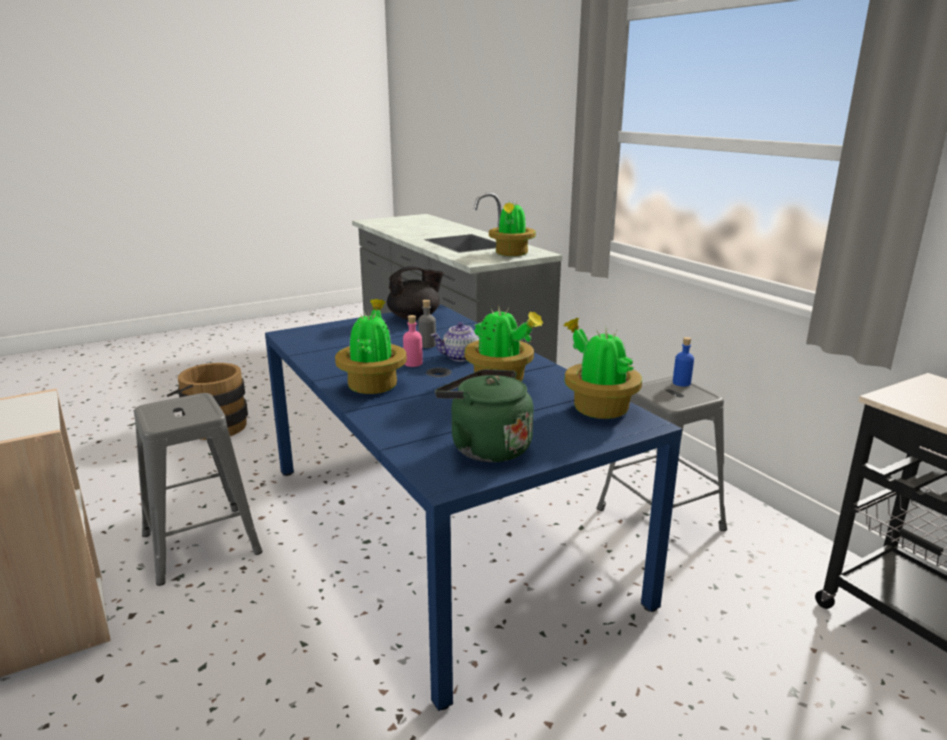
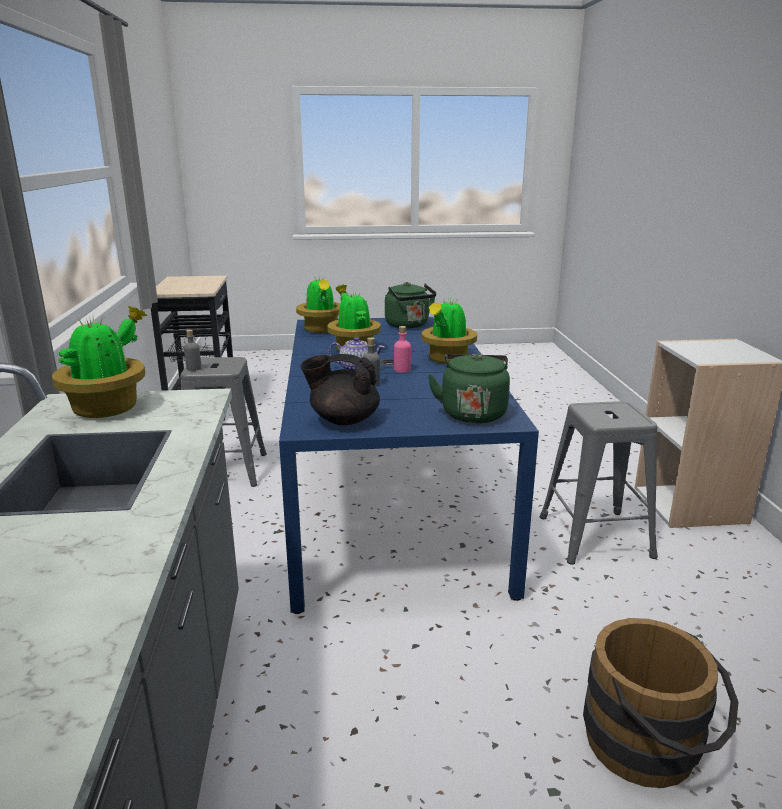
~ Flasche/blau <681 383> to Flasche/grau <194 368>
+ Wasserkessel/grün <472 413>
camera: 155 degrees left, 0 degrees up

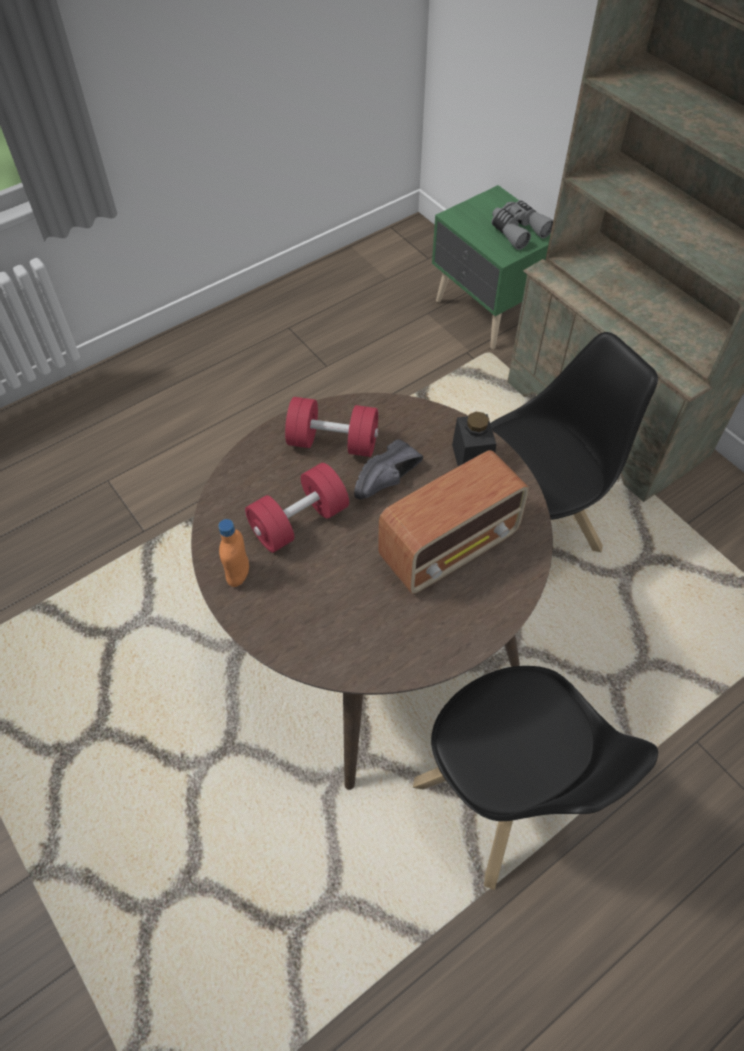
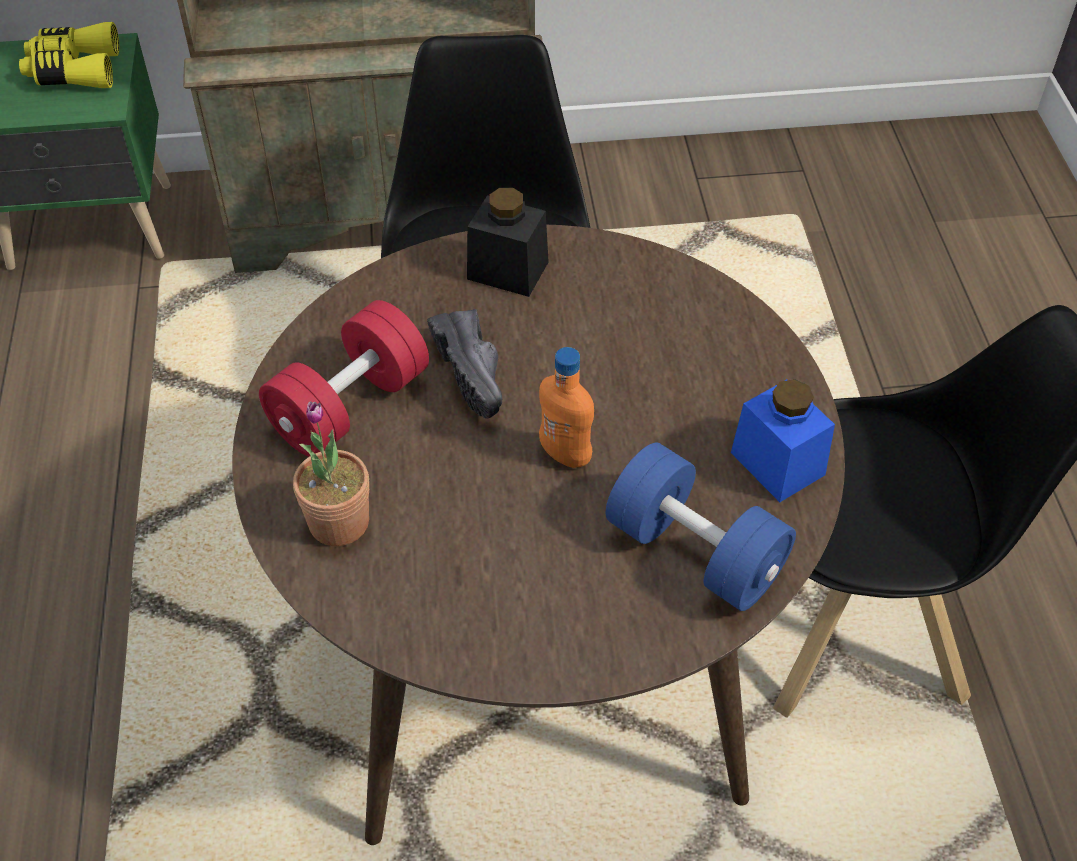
~ Fernglas/grau <517 230> to Fernglas/gelb <73 70>
- Radio <450 547>
- Hantel/rot <299 522>
~ Flasche/orange <238 575> to <565 454>
+ Vorratsglas/blau <777 463>
+ Topfpflanze <339 522>
+ Hantel/blau <695 552>
camera: 60 degrees left, 5 degrees down

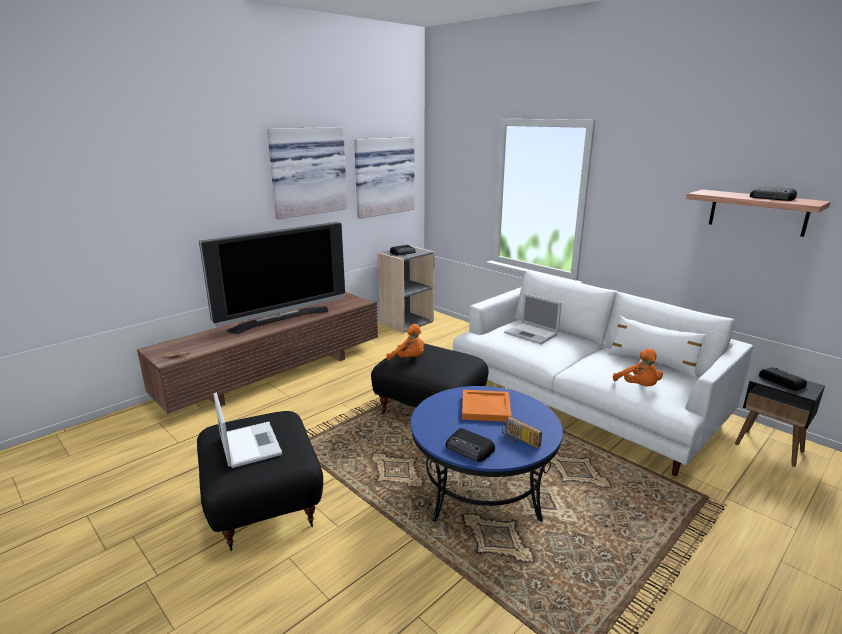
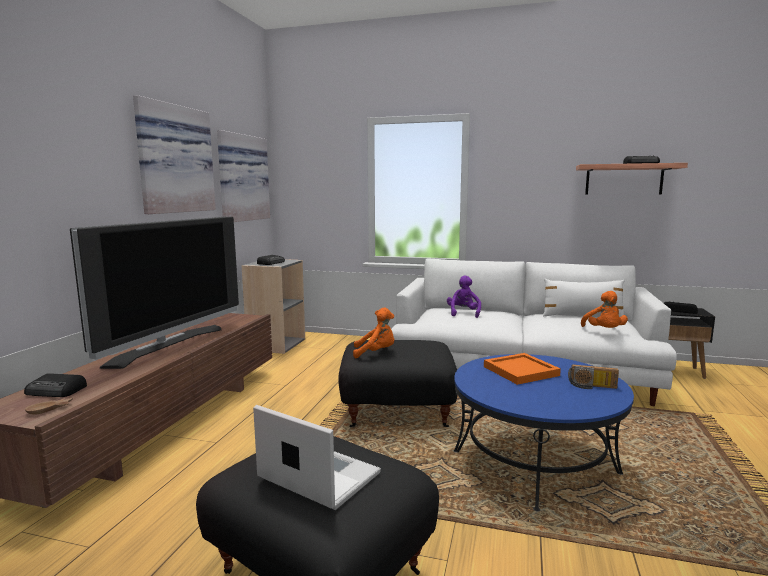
~ Laptop <532 334> to Plüschtier/lila <463 313>
~ Plüschtier/orange <638 386> = <604 331> 45 degrees clockwise
~ Radio <470 449> to <57 391>
camera: 30 degrees left, 10 degrees down

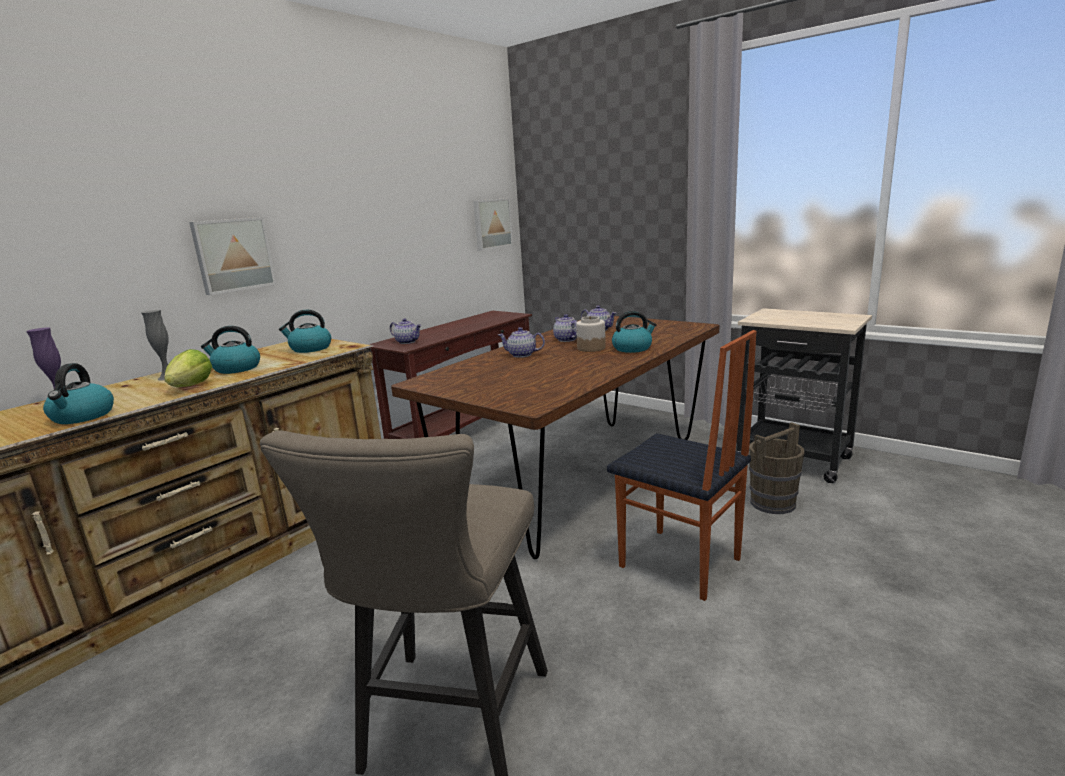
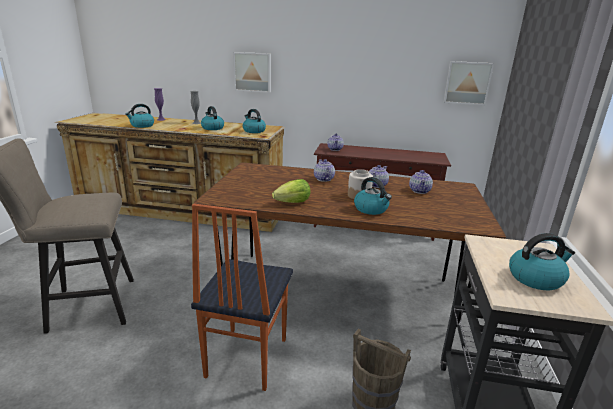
~ Salatkopf <192 386> to <293 203>
+ Wasserkessel <536 278>
camera: 60 degrees right, 5 degrees up

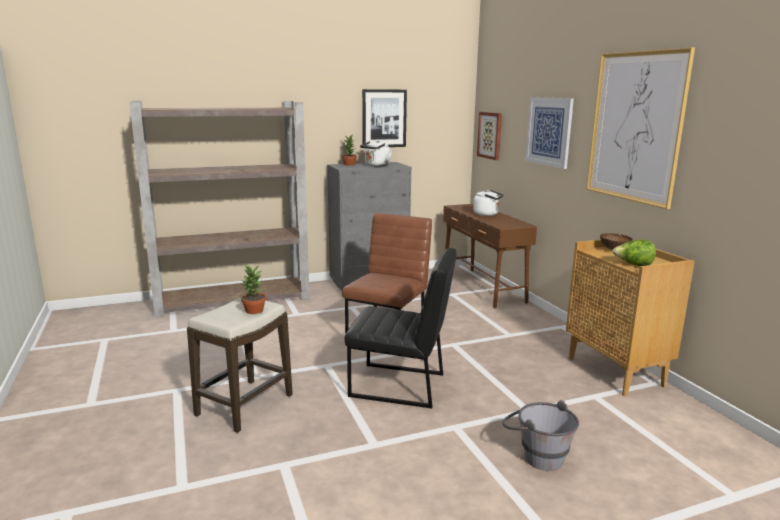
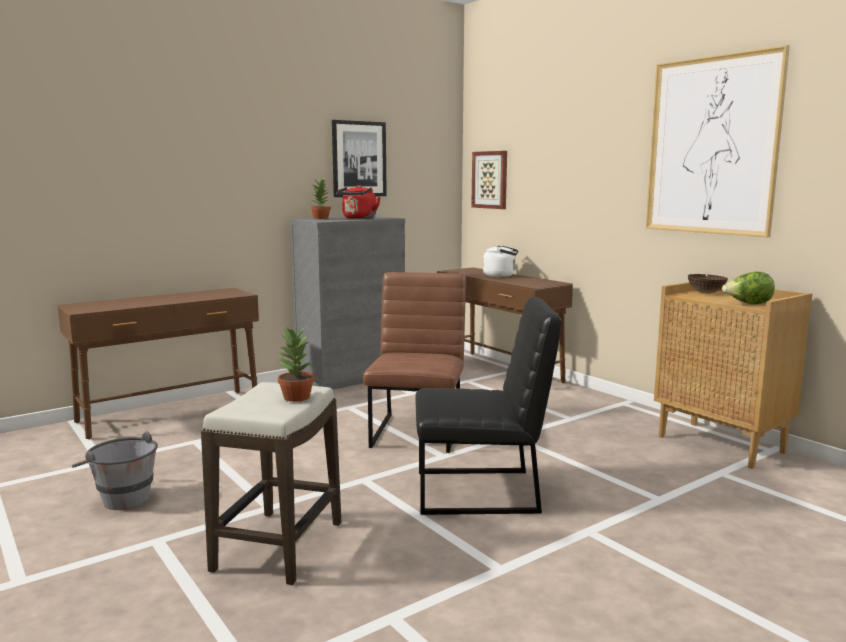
- Bild <549 131>
~ Bücherregal/braun <233 299> to Konsolentisch/braun <170 413>
~ Wasserkessel/weiß <376 165> to Wasserkessel/rot <358 218>
~ Eimer/grau <536 455> to <120 498>
camera: 15 degrees left, 5 degrees down

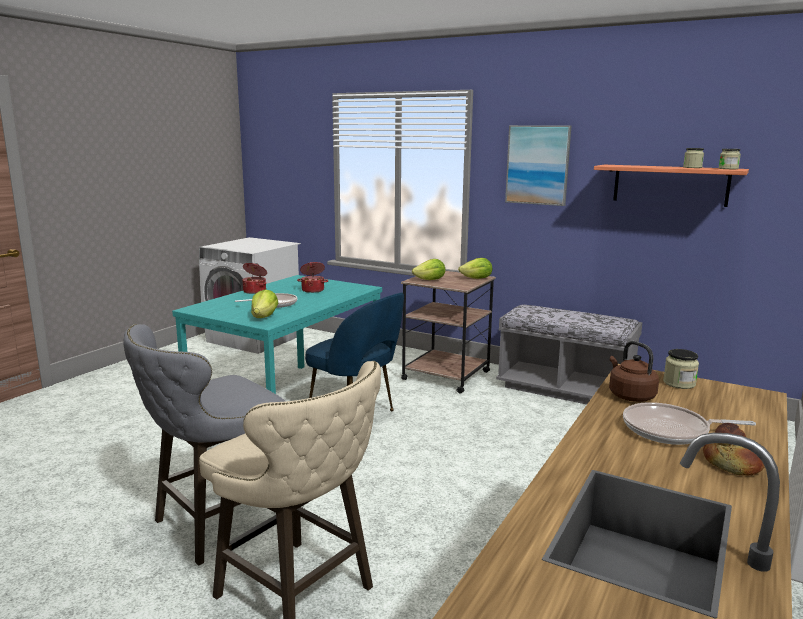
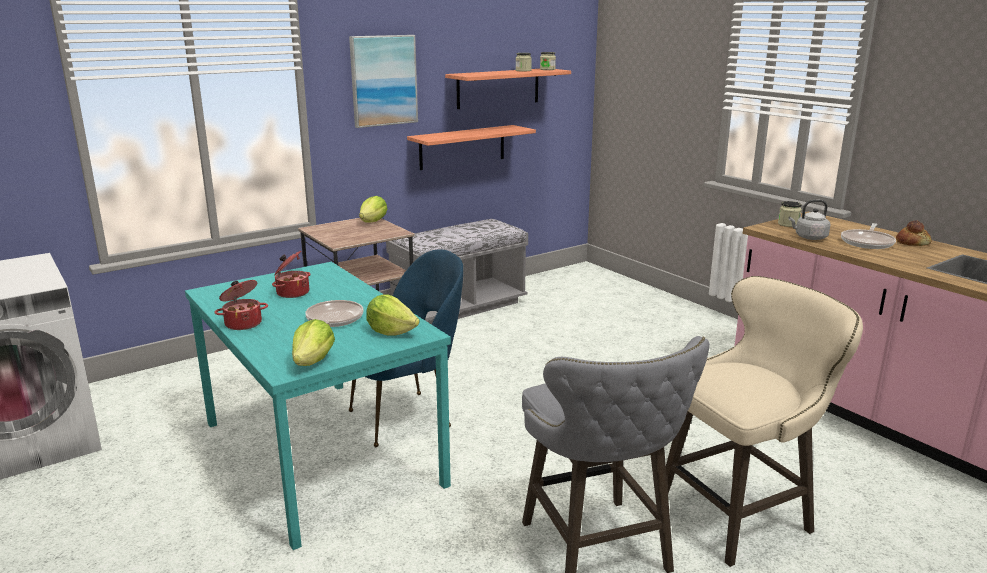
~ Salatkopf <430 280> to <313 361>
~ Wasserkessel/braun <629 395> to Wasserkessel/grau <809 237>
+ Wandregal <462 147>
camera: 65 degrees left, 5 degrees up

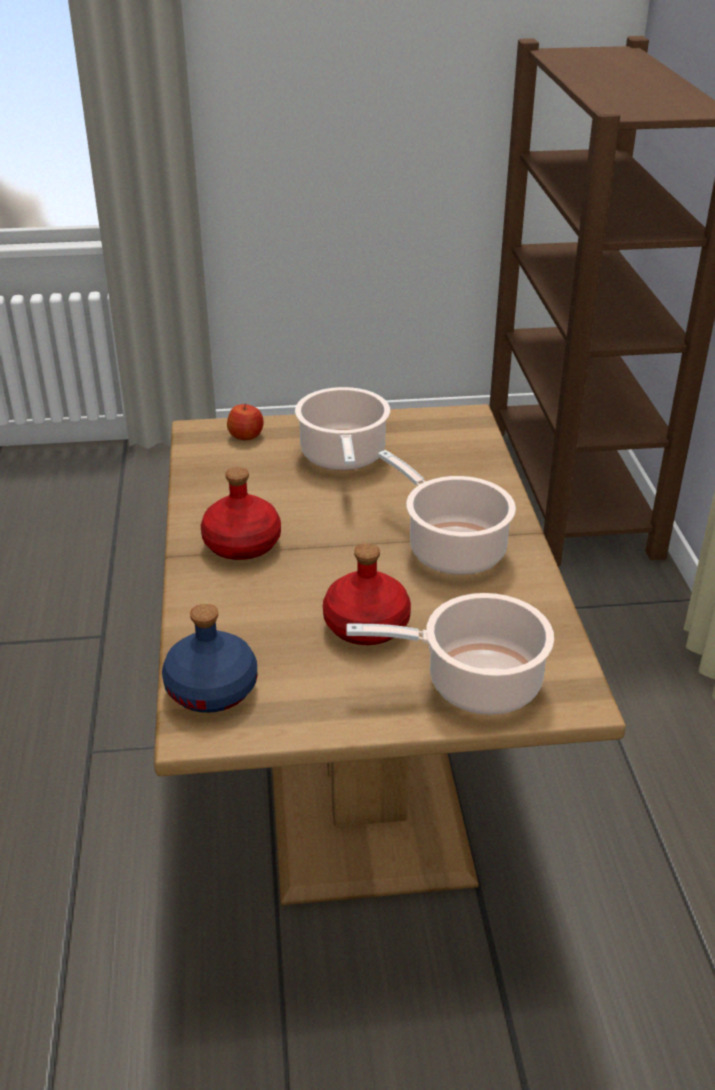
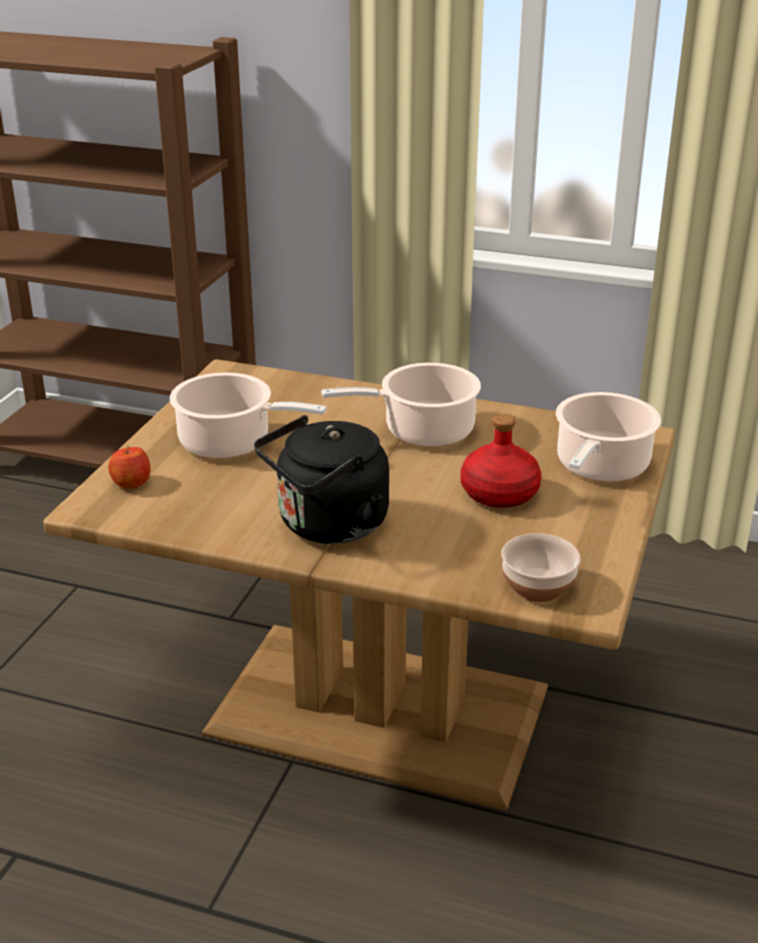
~ Flasche/rot <242 543> to Wasserkessel/schwarz <327 526>
~ Flasche/blau <212 688> to Schüssel <537 585>
camera: 65 degrees left, 5 degrees down

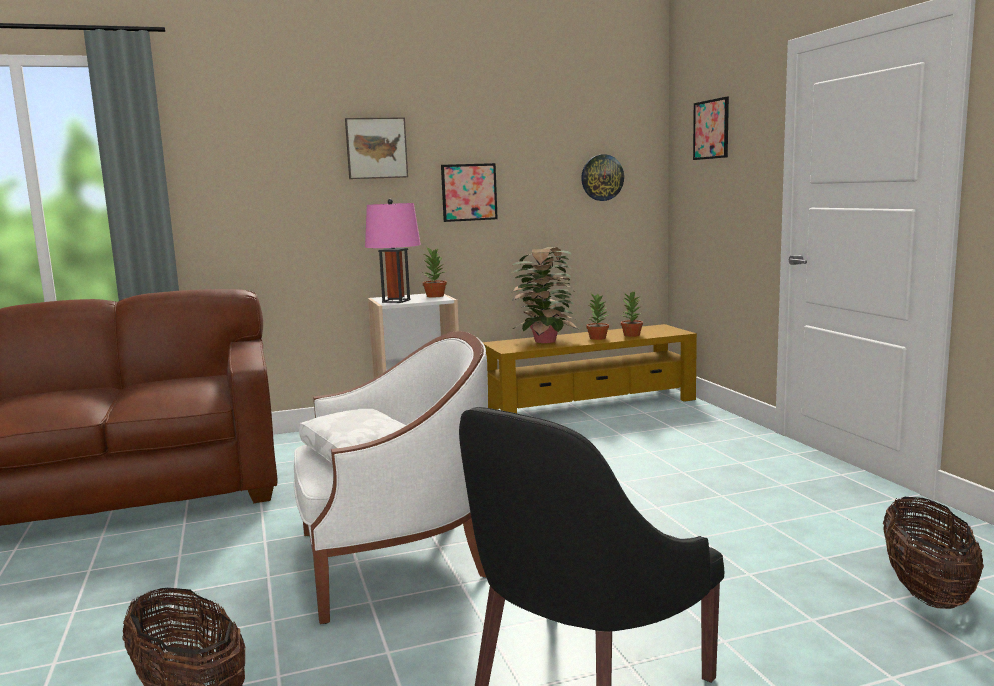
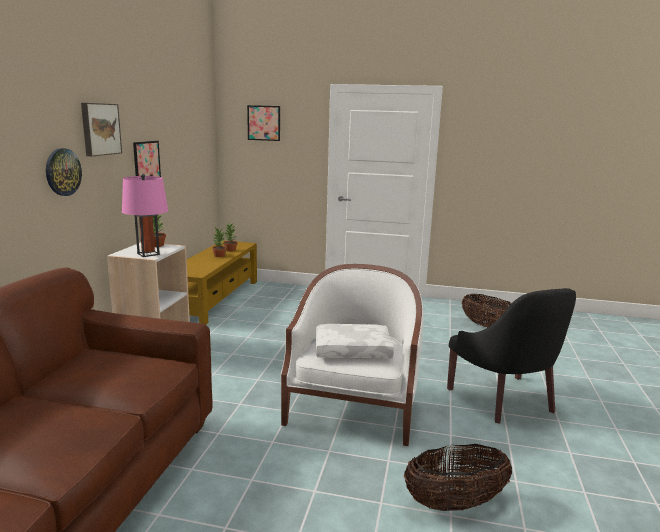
~ Wanduhr <602 177> to <62 172>
- Topfpflanze <545 341>
camera: 60 degrees left, 5 degrees up

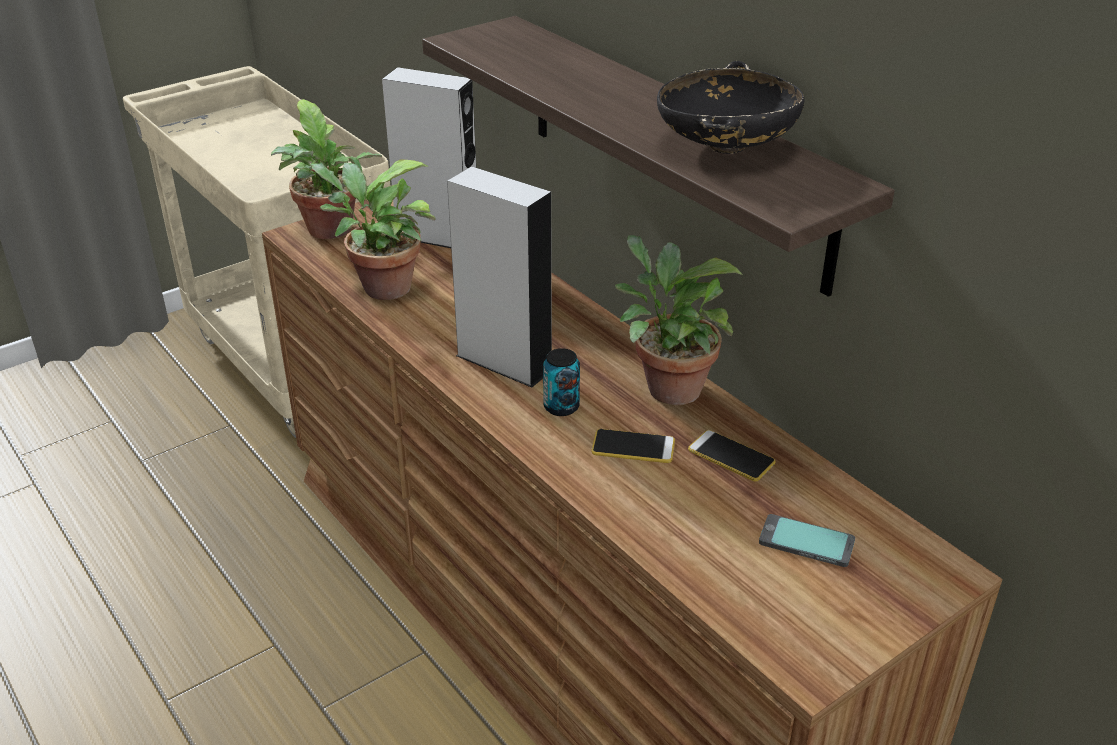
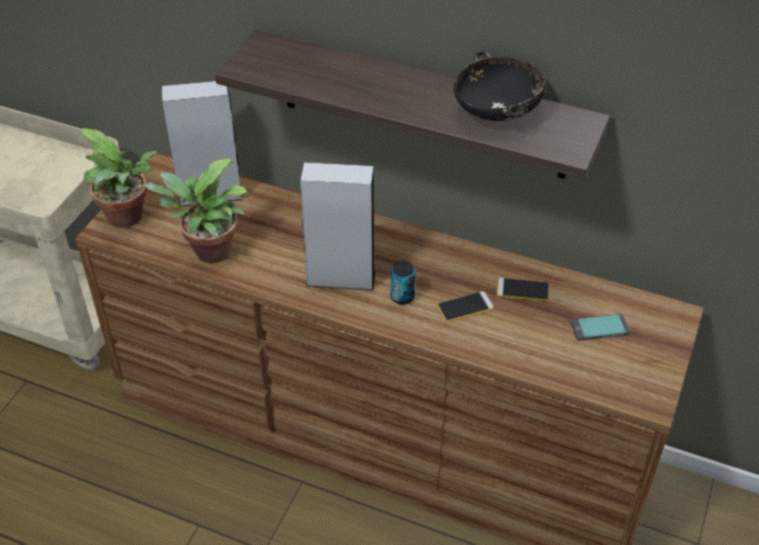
- Topfpflanze <667 387>
camera: 30 degrees left, 10 degrees up

